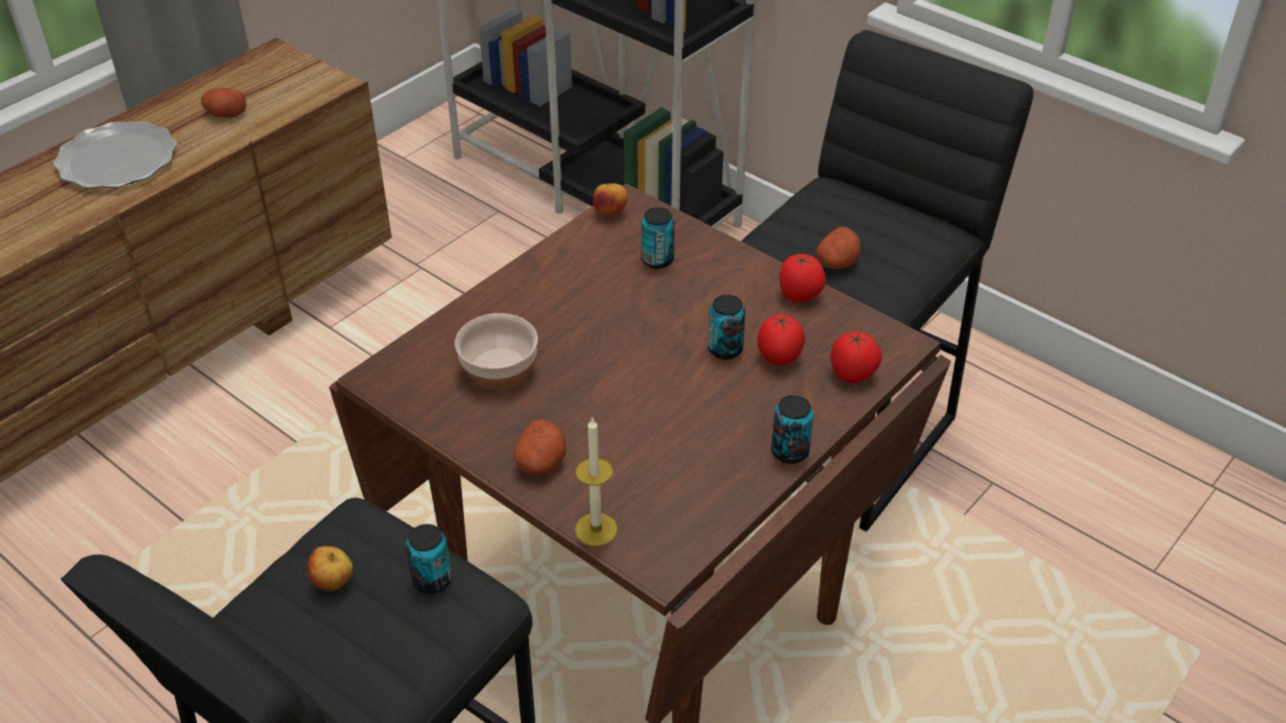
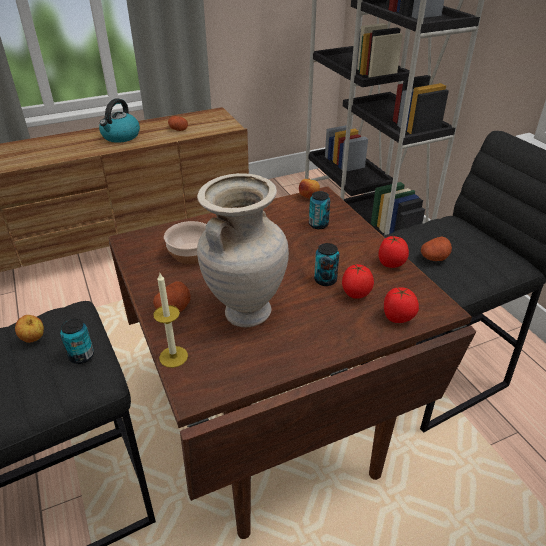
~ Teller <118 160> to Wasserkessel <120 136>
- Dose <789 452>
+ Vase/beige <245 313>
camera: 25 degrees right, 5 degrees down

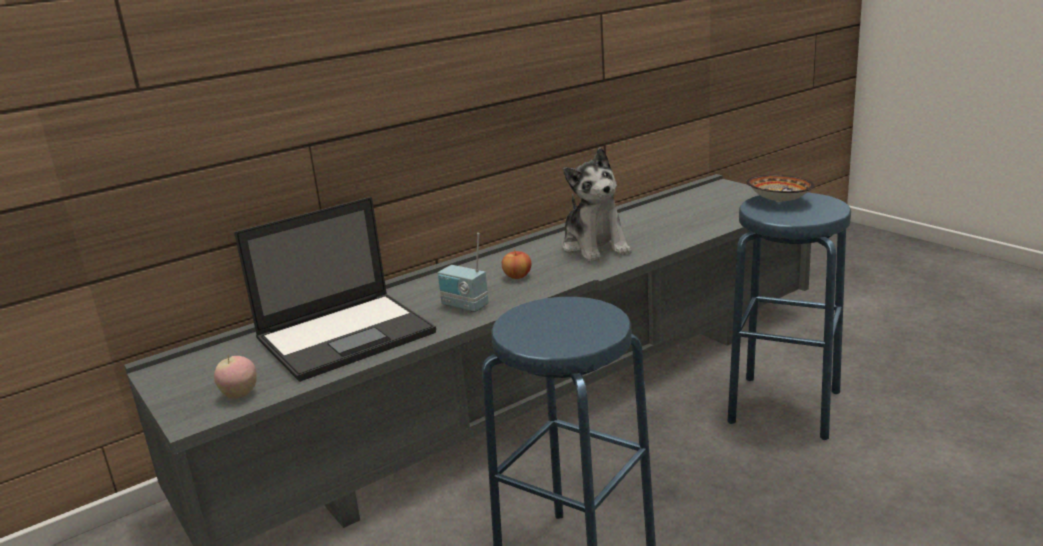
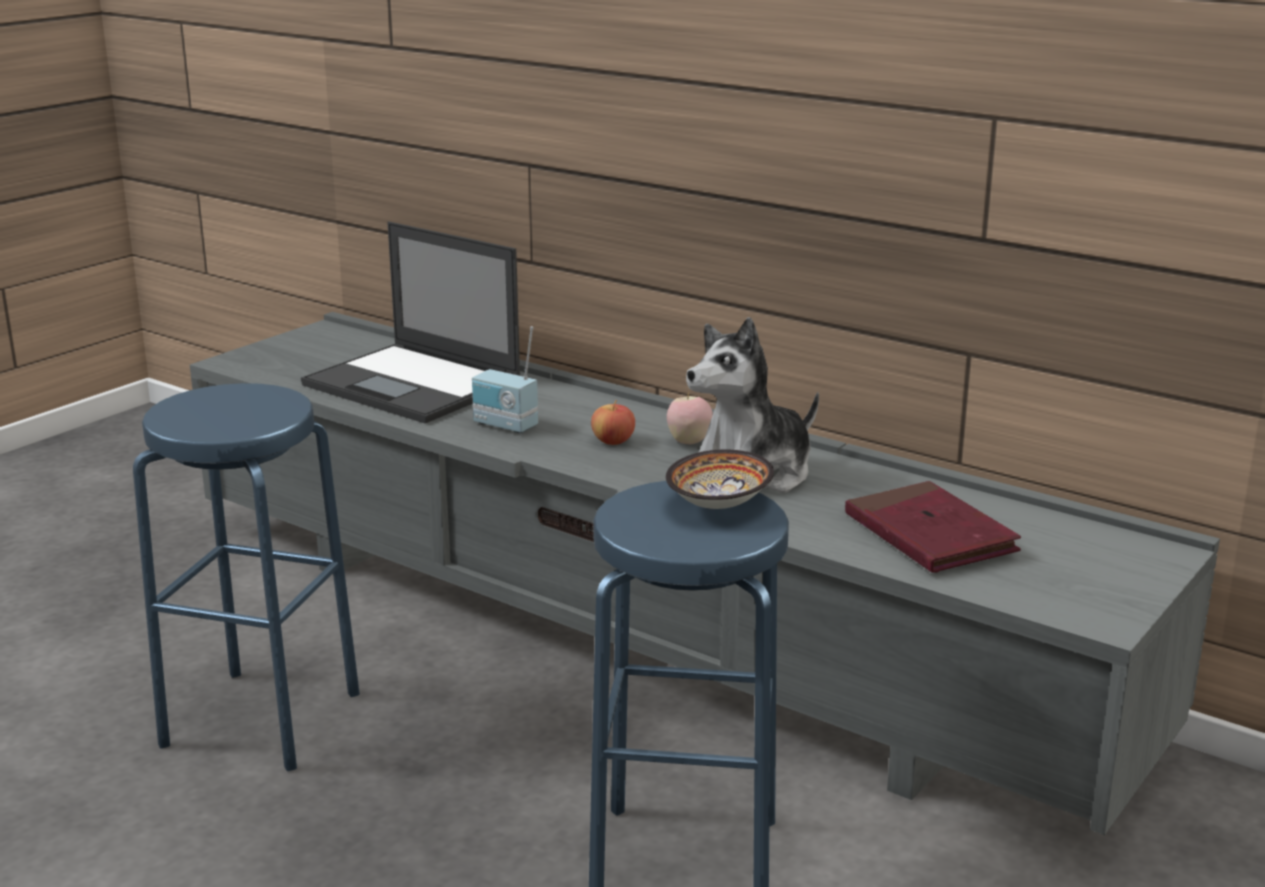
~ Radio <464 306> = <504 426> 75 degrees counterclockwise
~ Apfel <240 395> to <689 442>
+ Buch/rot <929 535>
camera: 70 degrees right, 0 degrees up

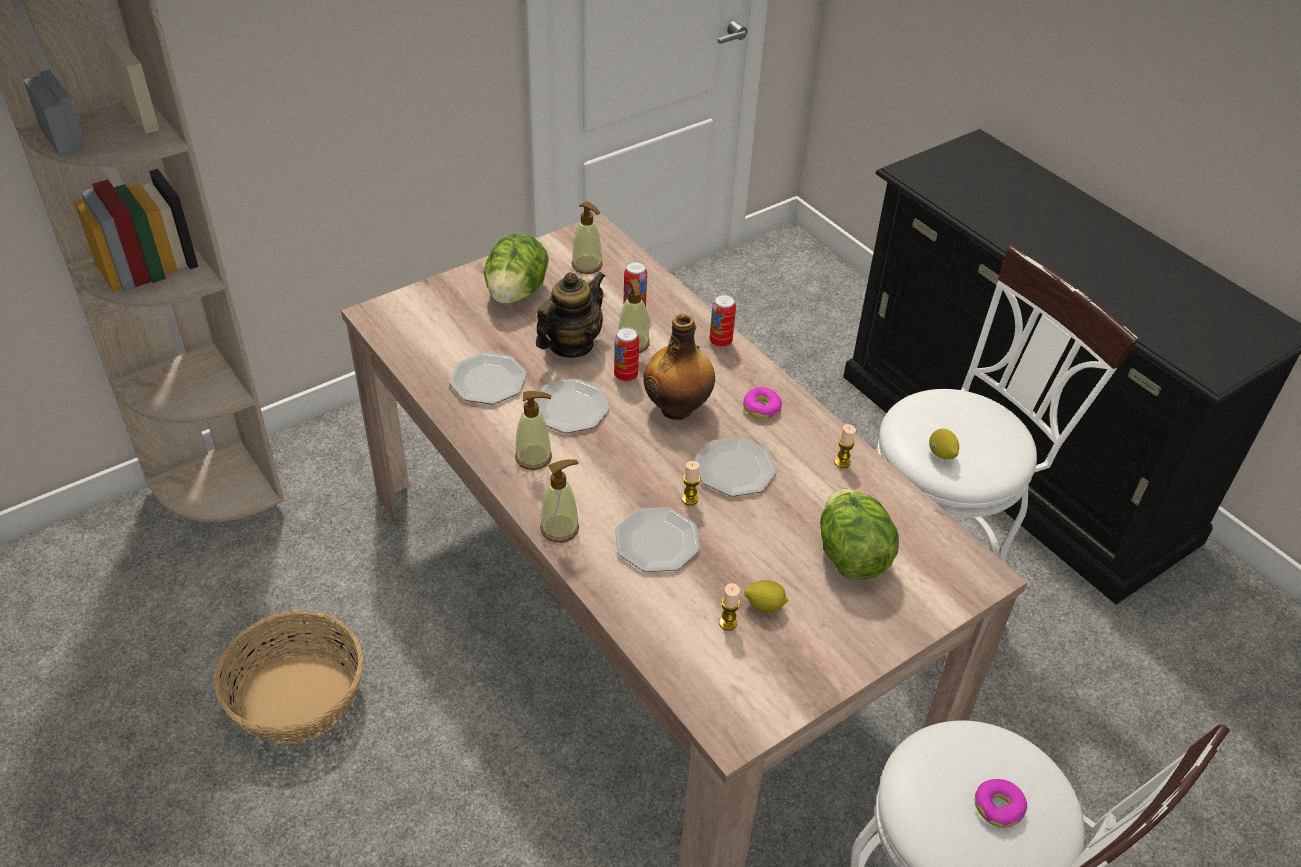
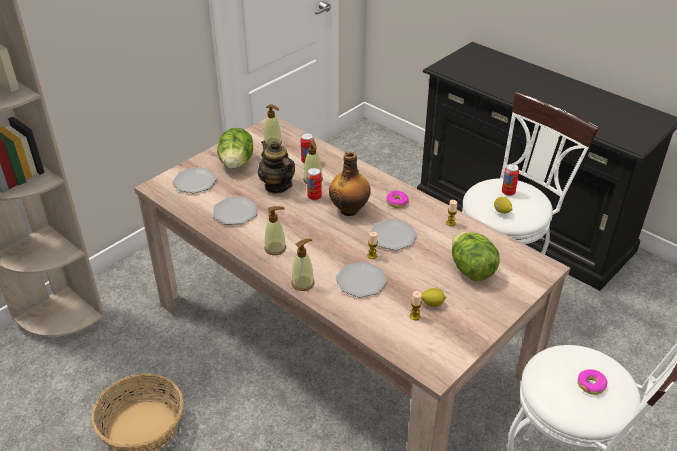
~ Teekanne <570 345> = <277 186> 60 degrees counterclockwise
~ Dose <720 342> to <508 192>
~ Teller <569 408> to <194 182>
camera: 10 degrees left, 5 degrees down

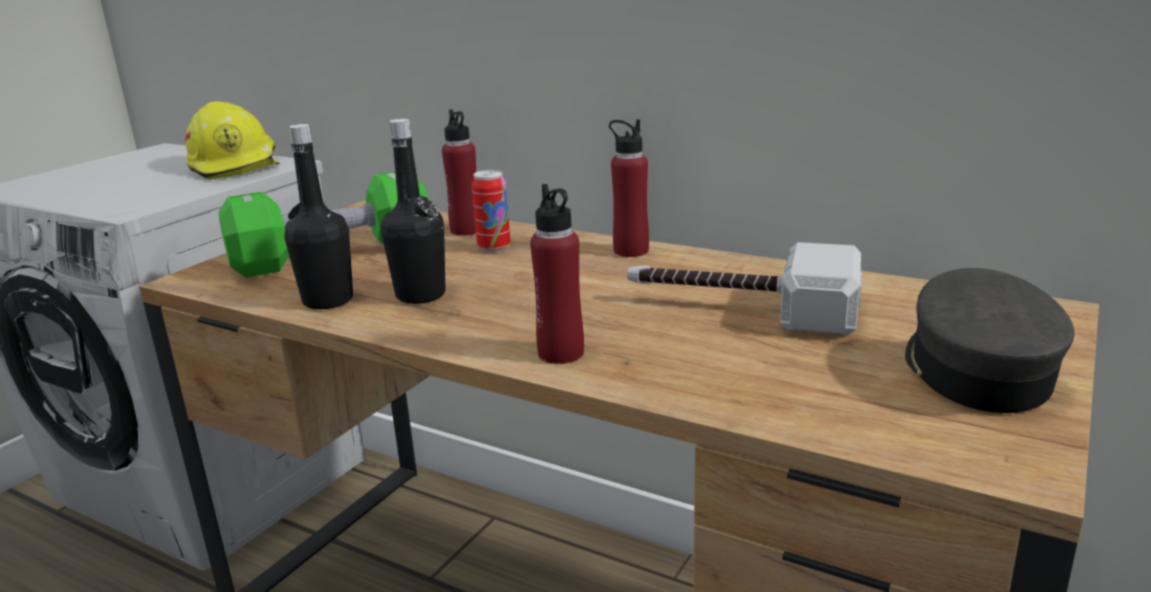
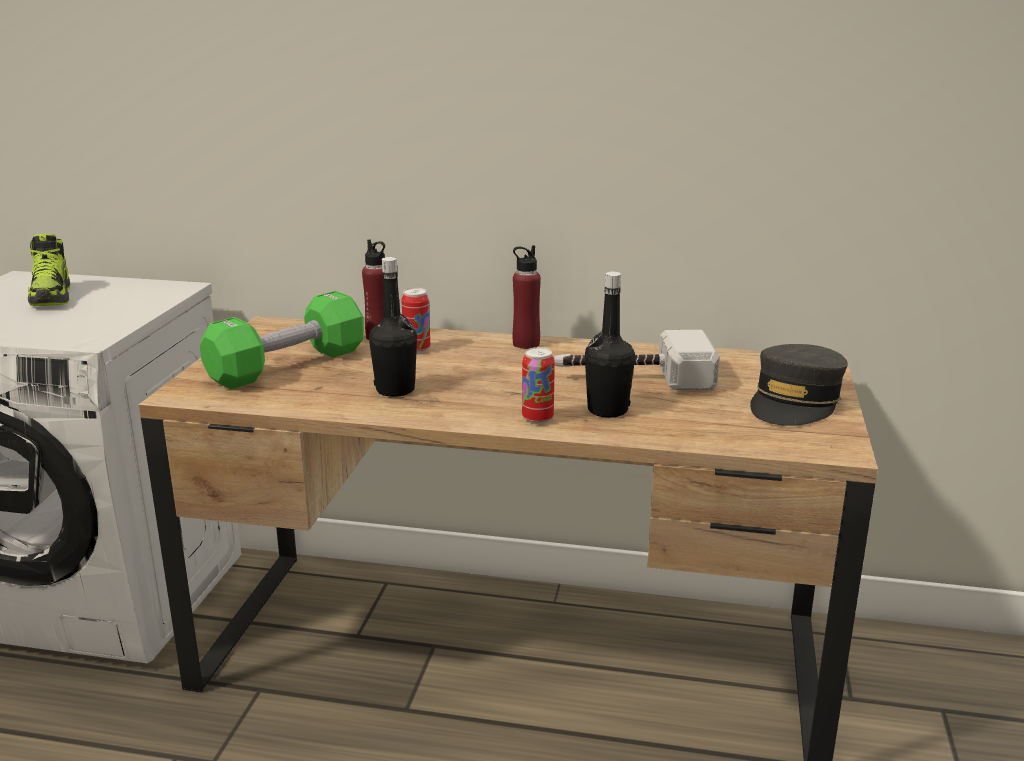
- Schutzhelm/gelb <236 166>
~ Flasche/schwarz <328 300> to <607 410>
~ Flasche/rot <561 353> to Dose <537 419>
~ Kappe/grau <975 370> = <795 402> 135 degrees counterclockwise
+ Schuh <52 297>
camera: 20 degrees left, 0 degrees up

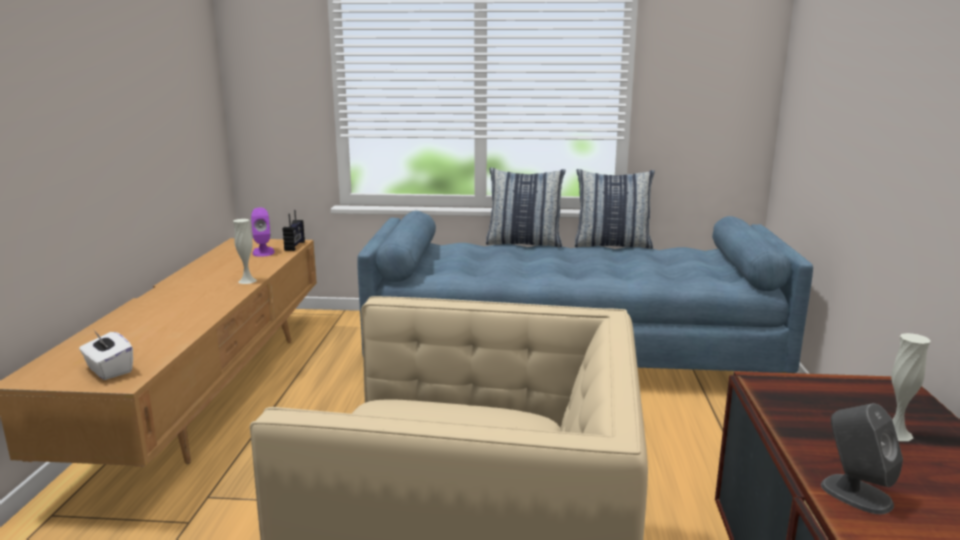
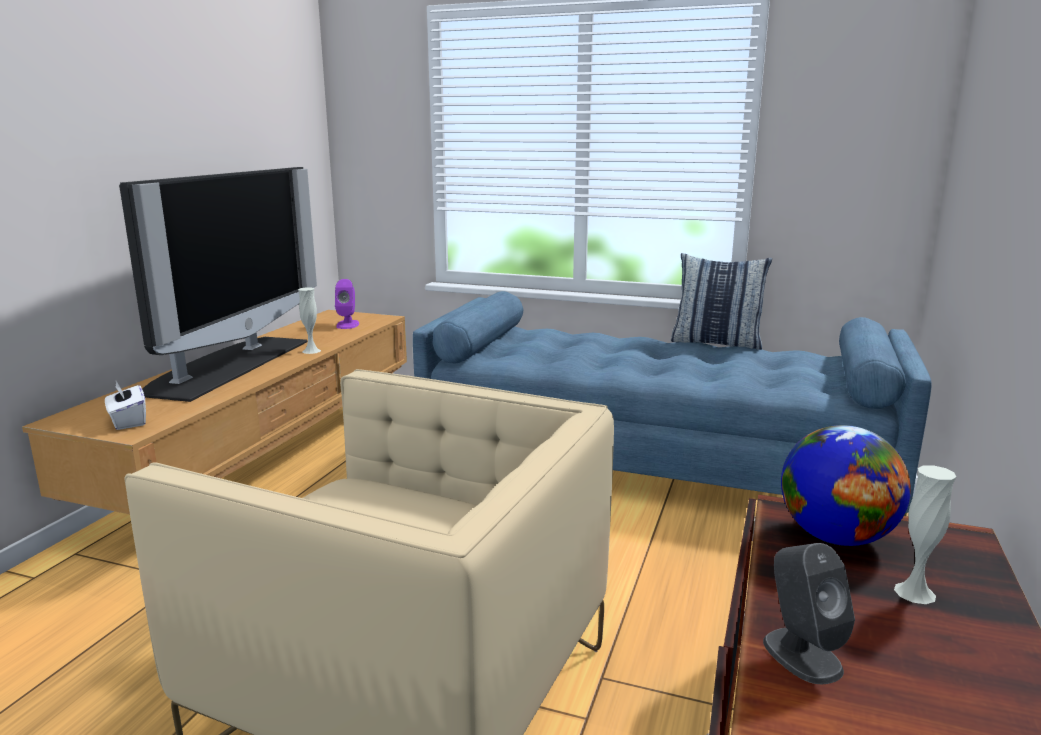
- Kissen <524 243>
- Radio <295 246>
+ Fernseher <228 365>
+ Globus <836 537>
camera: 15 degrees right, 0 degrees up

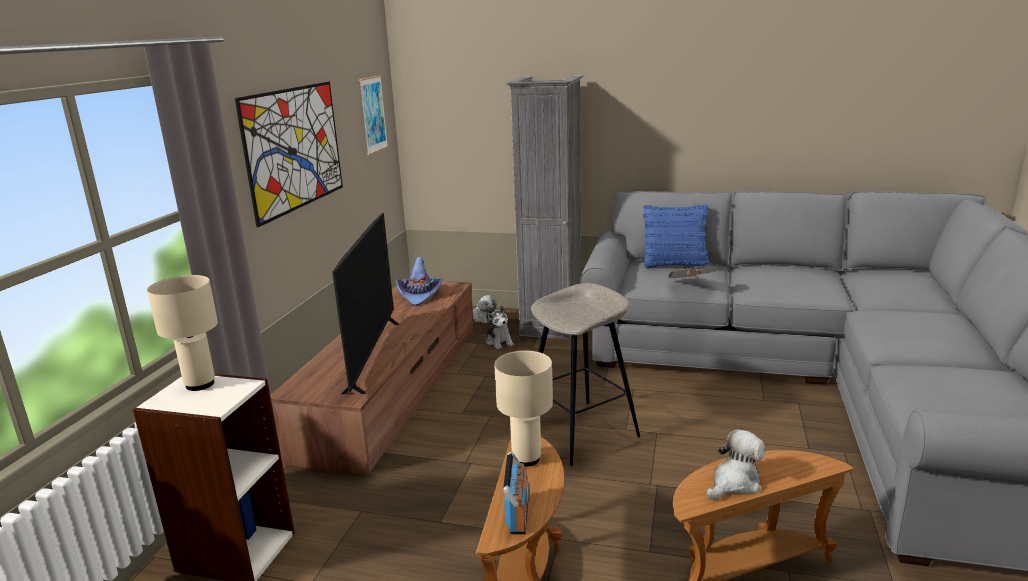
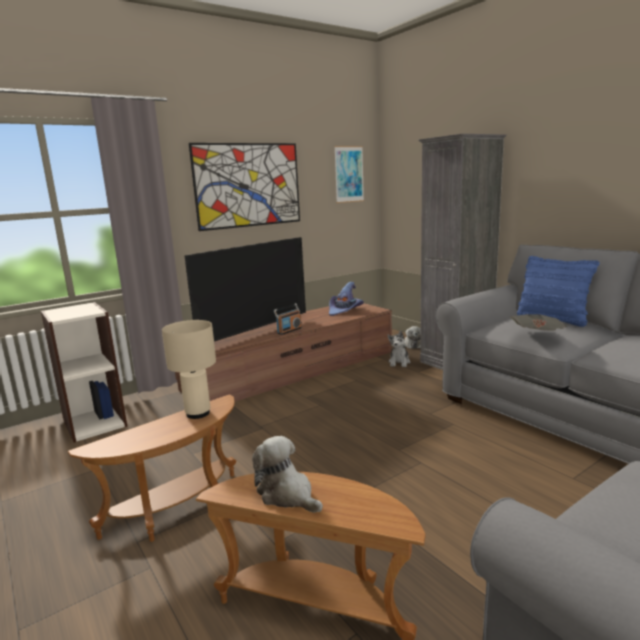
- Tischlampe/beige <200 384>
- Hocker/grau <581 432>
~ Plüschtier <734 483> = <287 494> 135 degrees counterclockwise
~ Radio <518 514> to <289 331>
camera: 40 degrees right, 5 degrees down

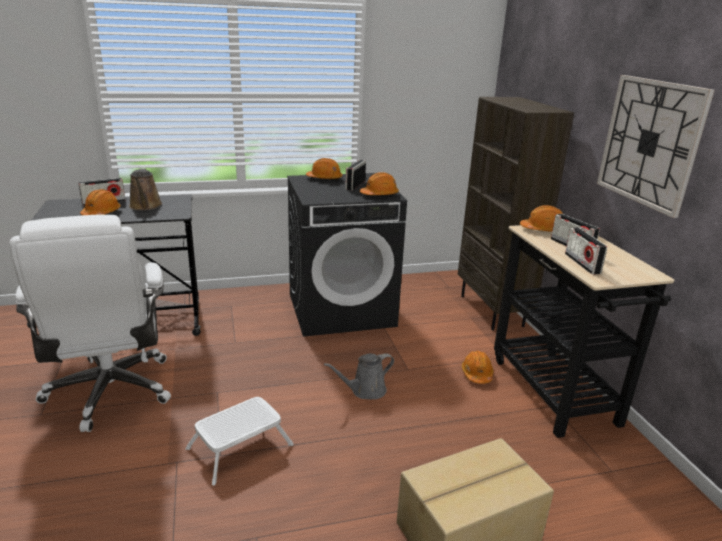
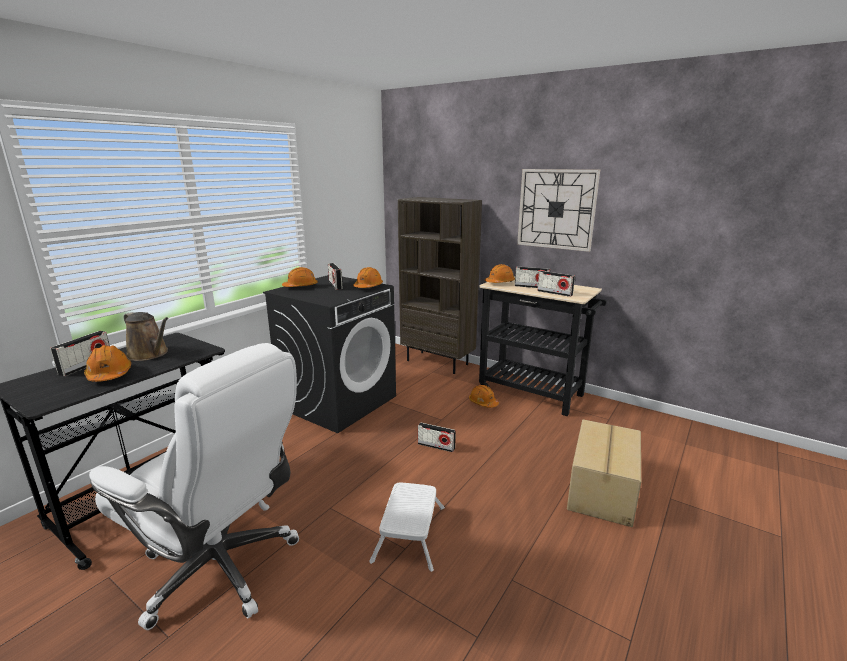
~ Gießkanne/grau <365 390> to Radio <436 446>
camera: 40 degrees left, 5 degrees down

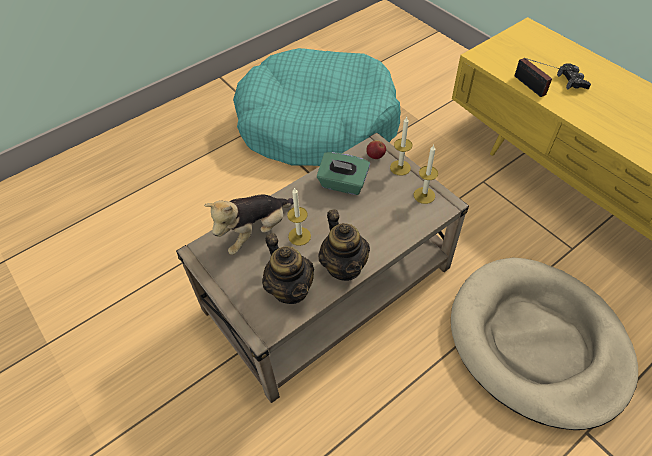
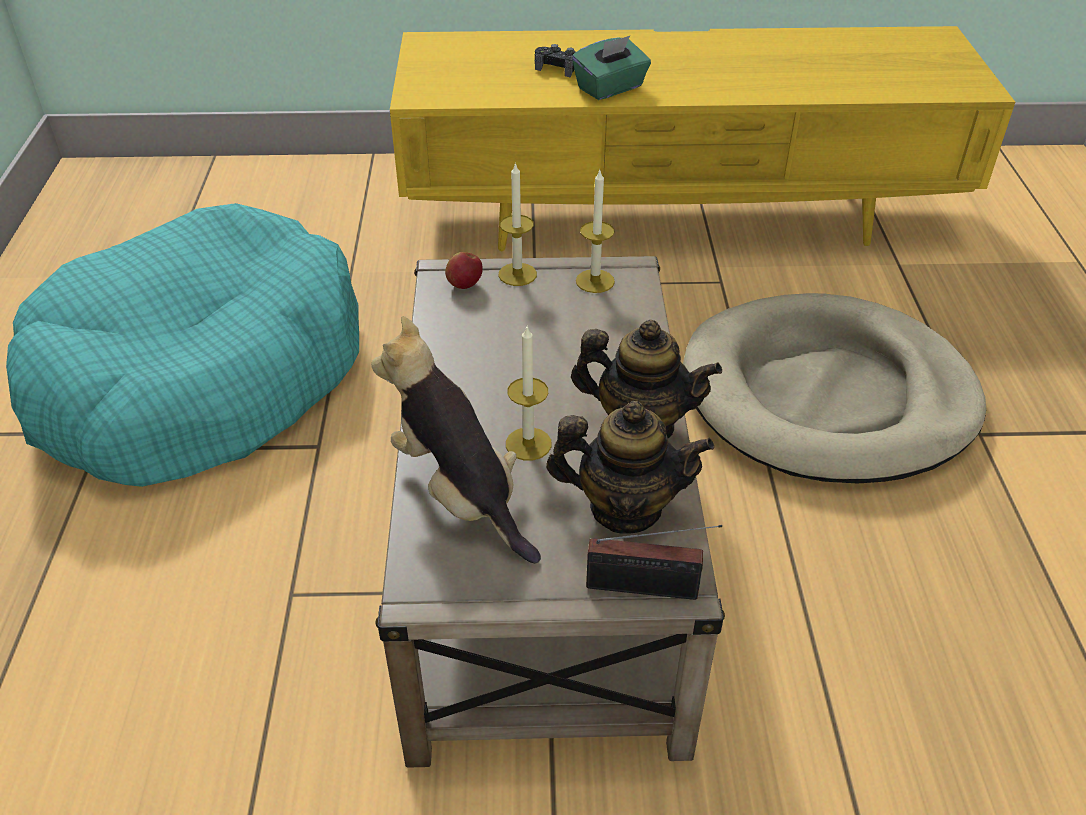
~ Radio <531 87> to <648 588>
~ Taschentuchbox/grün <343 184> to <610 88>
~ Plüschtier <255 232> = <460 493> 150 degrees clockwise
camera: 55 degrees left, 10 degrees down

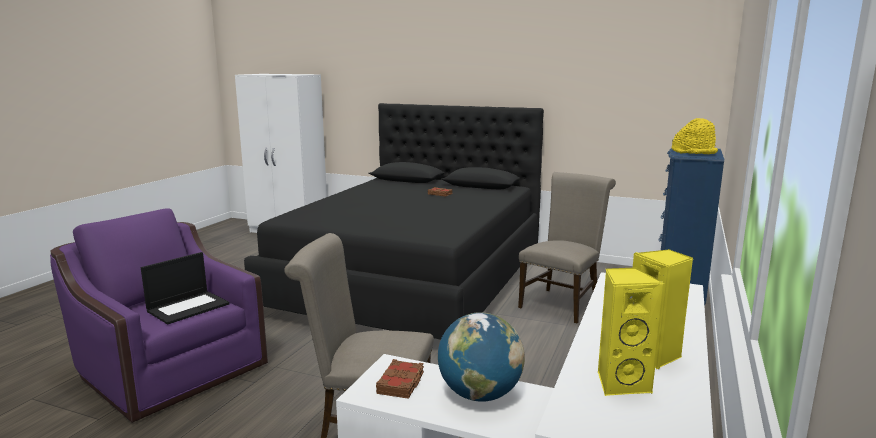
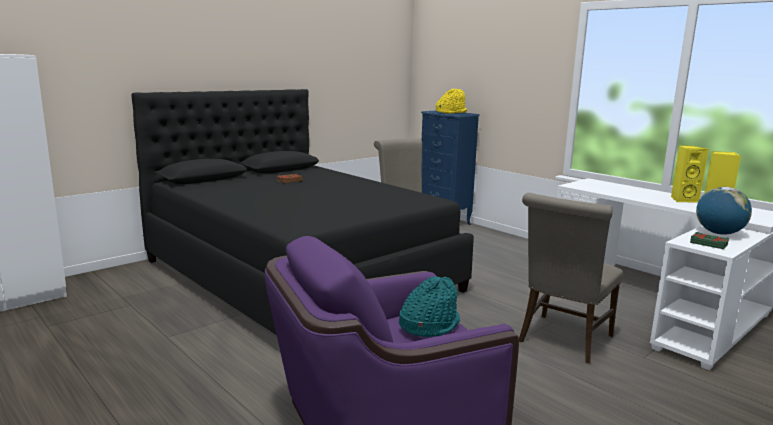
~ Laptop <188 307> to Hut/türkis <428 325>
~ Buch/braun <401 383> to Buch/grün <708 243>
camera: 65 degrees left, 0 degrees up

